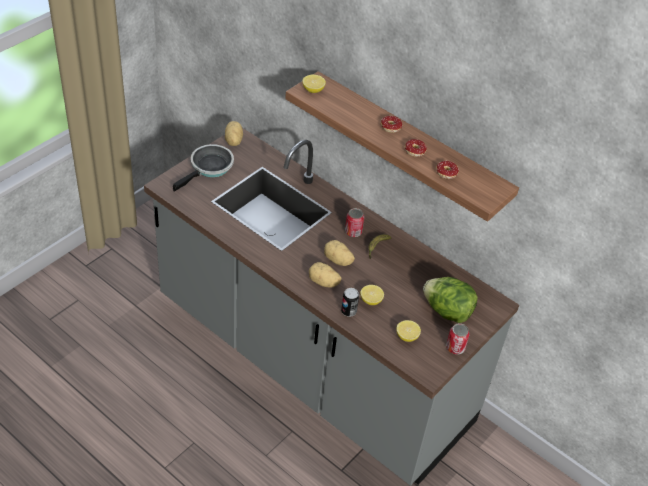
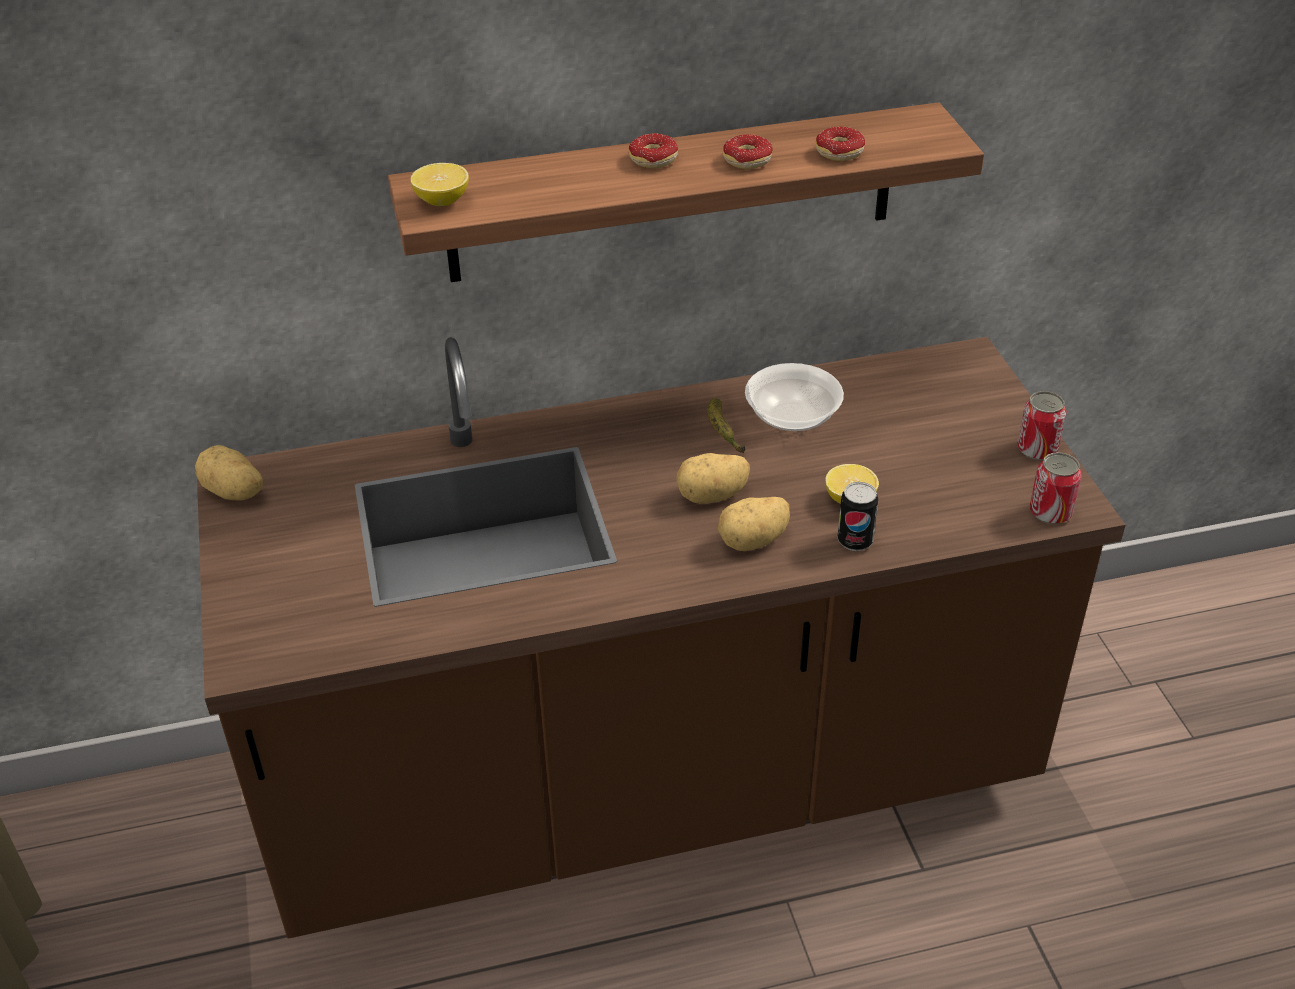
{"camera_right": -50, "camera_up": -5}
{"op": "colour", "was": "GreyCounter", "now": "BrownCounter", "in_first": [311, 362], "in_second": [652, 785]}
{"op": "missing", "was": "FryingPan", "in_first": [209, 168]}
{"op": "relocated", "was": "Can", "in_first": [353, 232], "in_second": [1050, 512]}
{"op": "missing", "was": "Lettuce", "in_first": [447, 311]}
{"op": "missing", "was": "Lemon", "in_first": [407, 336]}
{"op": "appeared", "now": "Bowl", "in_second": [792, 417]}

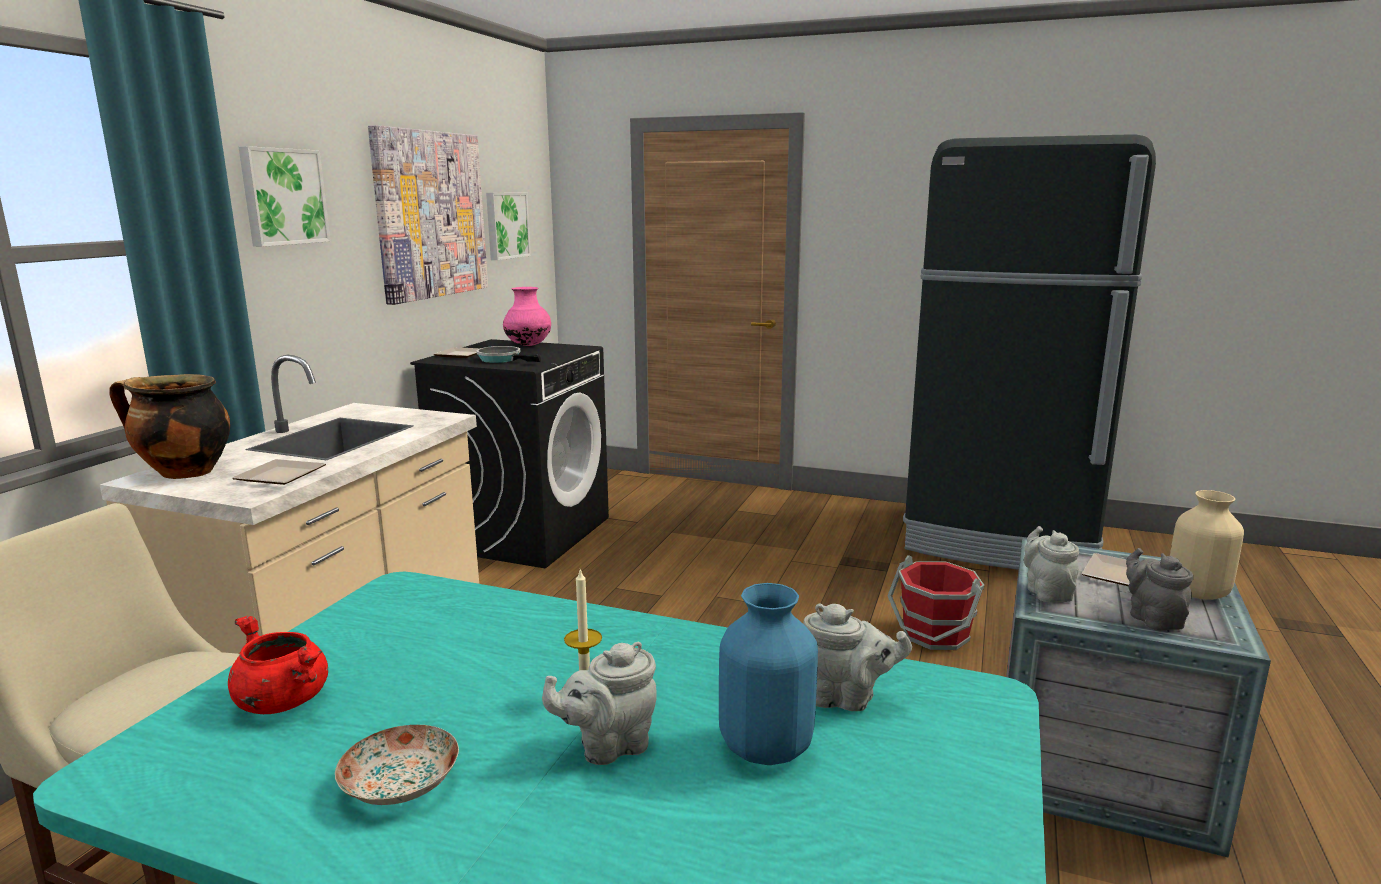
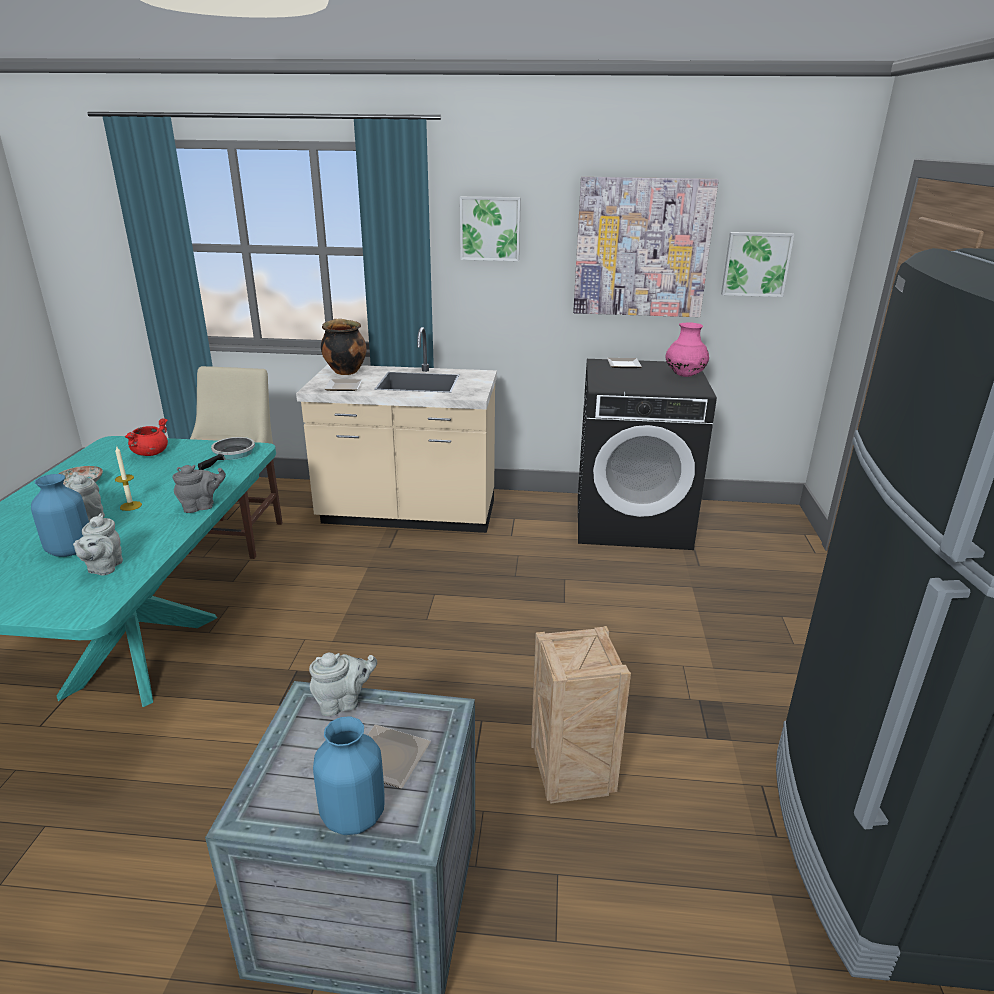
{"camera_right": 75, "camera_up": 10}
{"op": "relocated", "was": "FryingPan", "in_first": [502, 359], "in_second": [232, 455]}
{"op": "colour", "was": "BeigeVase", "now": "BlueVase", "in_first": [1196, 592], "in_second": [354, 815]}
{"op": "relocated", "was": "GreyTeapot", "in_first": [1152, 618], "in_second": [201, 506]}
{"op": "exchanged", "was": "RedBucket", "now": "Crate", "in_first": [935, 635], "in_second": [573, 777]}

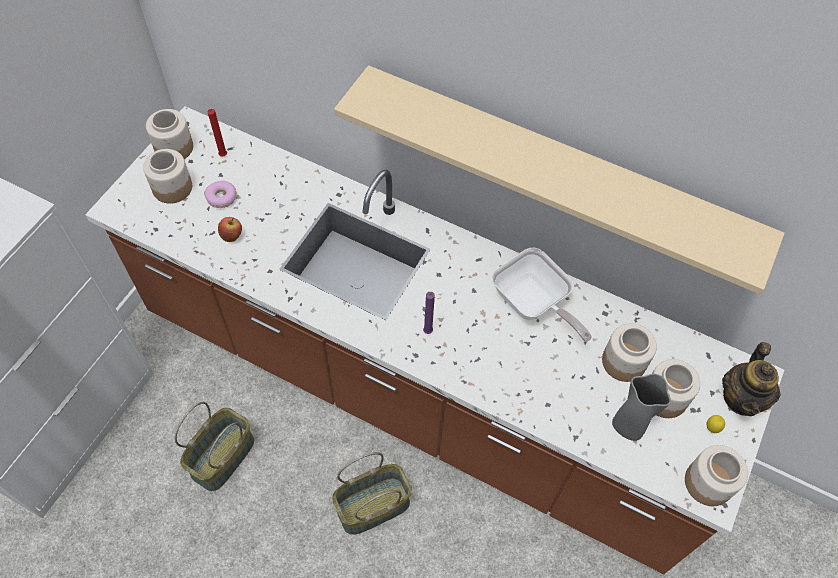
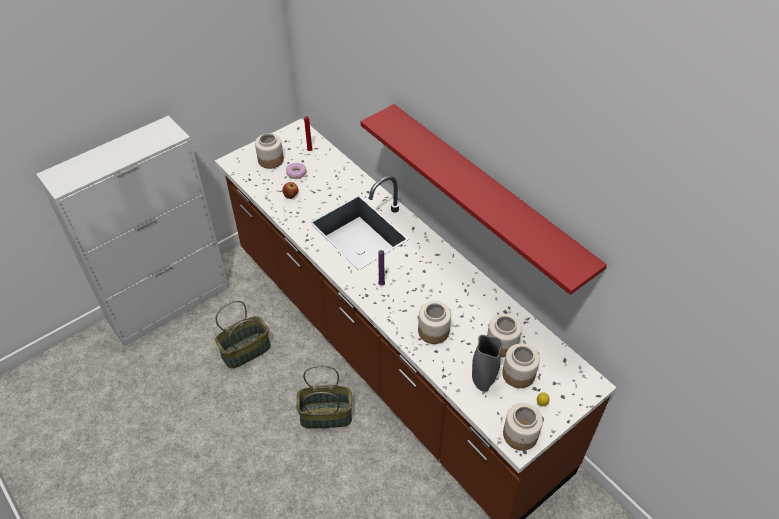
{"camera_right": 25, "camera_up": -10}
{"op": "colour", "was": "BeigeShelf", "now": "RedShelf", "in_first": [557, 168], "in_second": [487, 194]}
{"op": "relocated", "was": "Jar", "in_first": [174, 147], "in_second": [434, 331]}
{"op": "missing", "was": "FryingPan", "in_first": [533, 305]}
{"op": "missing", "was": "Teapot", "in_first": [741, 398]}

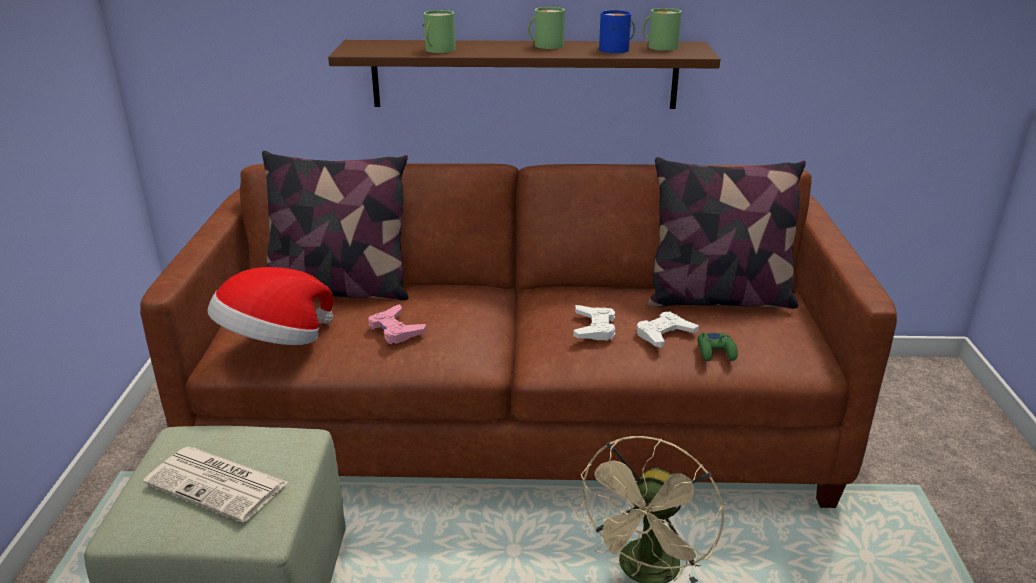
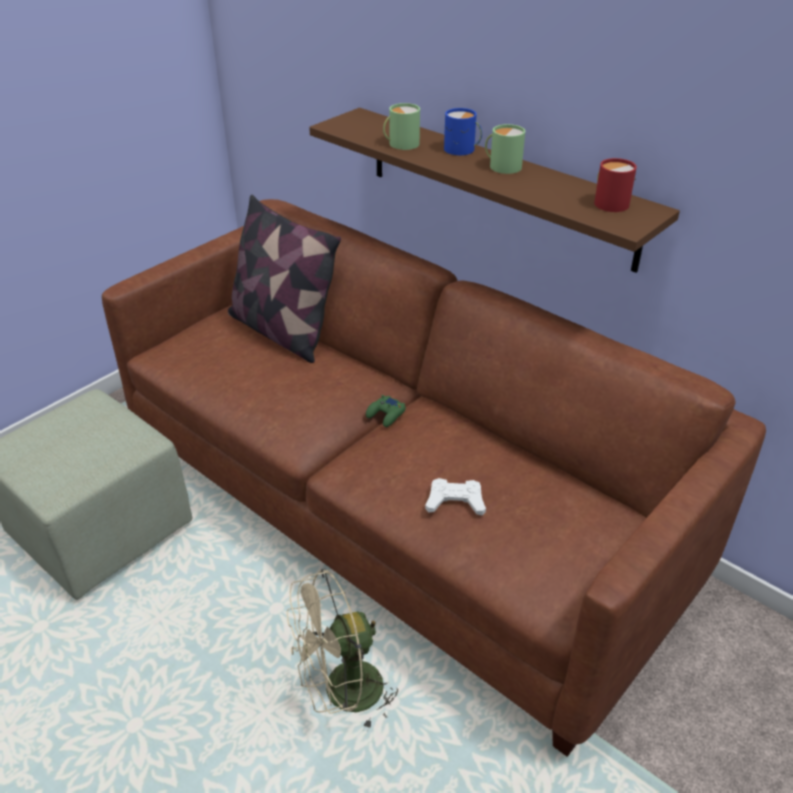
{"camera_right": 40, "camera_up": 10}
{"op": "colour", "was": "GreenMug", "now": "RedMug", "in_first": [659, 46], "in_second": [609, 202]}
{"op": "relocated", "was": "BlueMug", "in_first": [617, 49], "in_second": [462, 150]}
{"op": "missing", "was": "Pillow", "in_first": [718, 298]}
{"op": "missing", "was": "Hat", "in_first": [274, 342]}
{"op": "missing", "was": "PinkGameController", "in_first": [395, 330]}
{"op": "missing", "was": "WhiteGameController", "in_first": [594, 328]}
{"op": "relocated", "was": "GreenGameController", "in_first": [716, 351], "in_second": [386, 415]}
{"op": "missing", "was": "Newspaper", "in_first": [219, 483]}

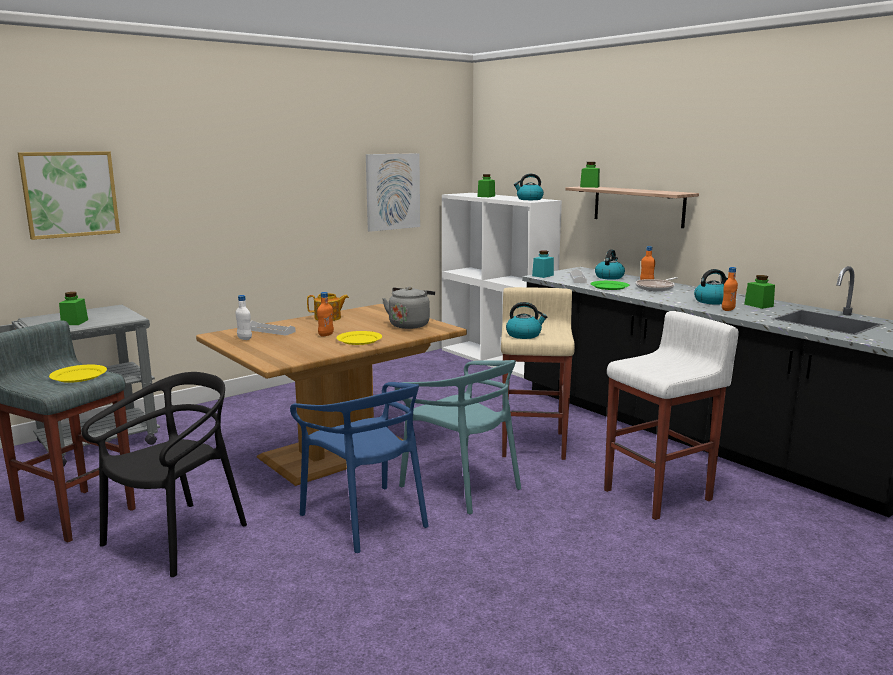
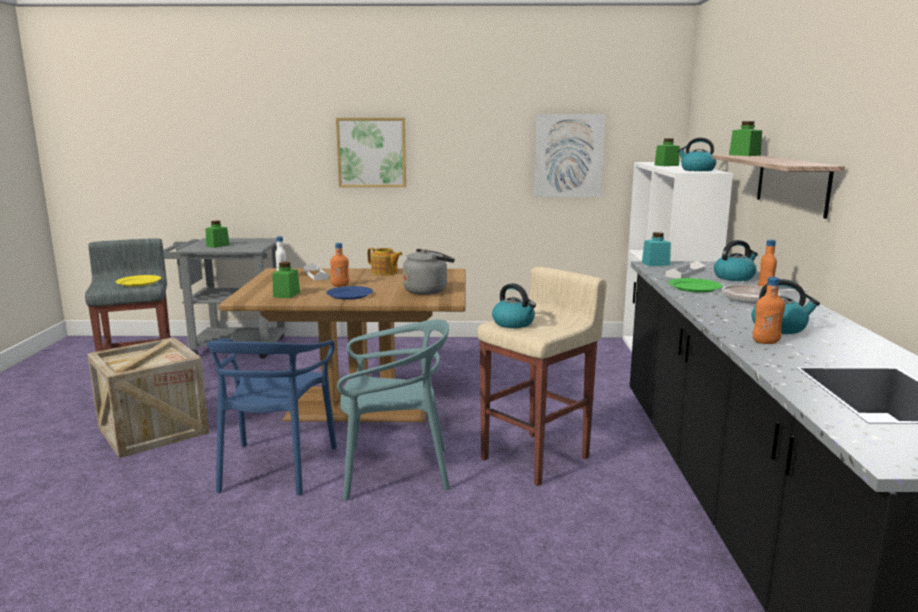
{"camera_right": 40, "camera_up": 0}
{"op": "relocated", "was": "Picture", "in_first": [70, 194], "in_second": [371, 152]}
{"op": "relocated", "was": "GreenJar", "in_first": [758, 305], "in_second": [286, 294]}
{"op": "missing", "was": "WhiteStool", "in_first": [659, 495]}
{"op": "colour", "was": "YellowPlate", "now": "BluePlate", "in_first": [359, 340], "in_second": [349, 294]}
{"op": "spun", "was": "TurquoiseChair", "in_first": [461, 485], "in_second": [395, 471], "clockwise": -90}
{"op": "exchanged", "was": "BlackChair", "now": "Crate", "in_first": [177, 538], "in_second": [153, 430]}

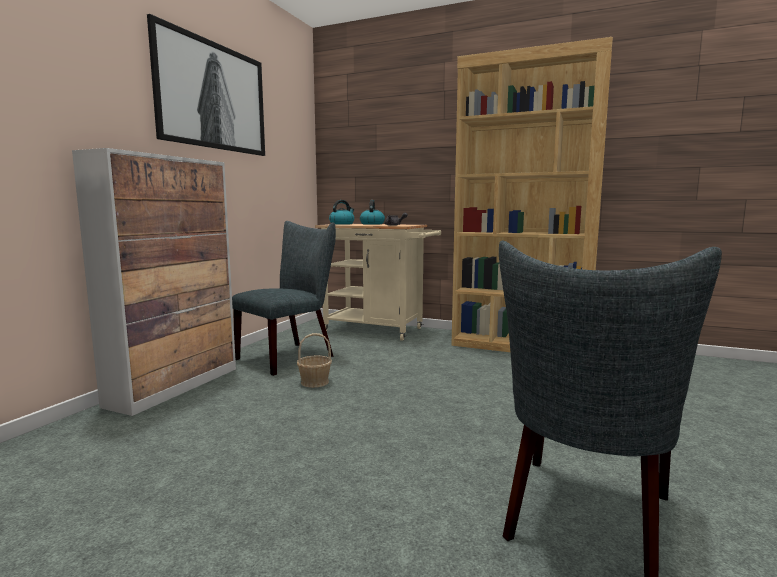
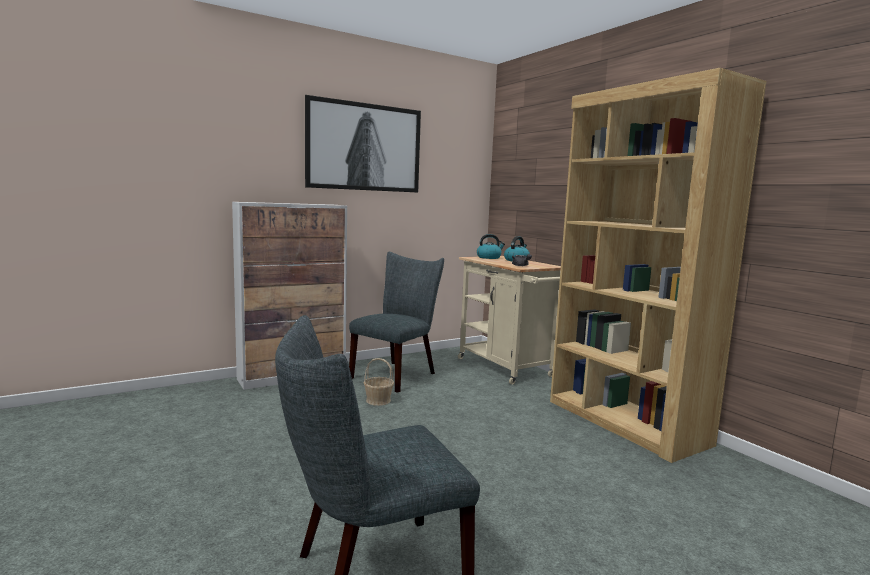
{"camera_right": 35, "camera_up": 0}
{"op": "spun", "was": "GreyChair", "in_first": [290, 356], "in_second": [397, 374], "clockwise": -45}

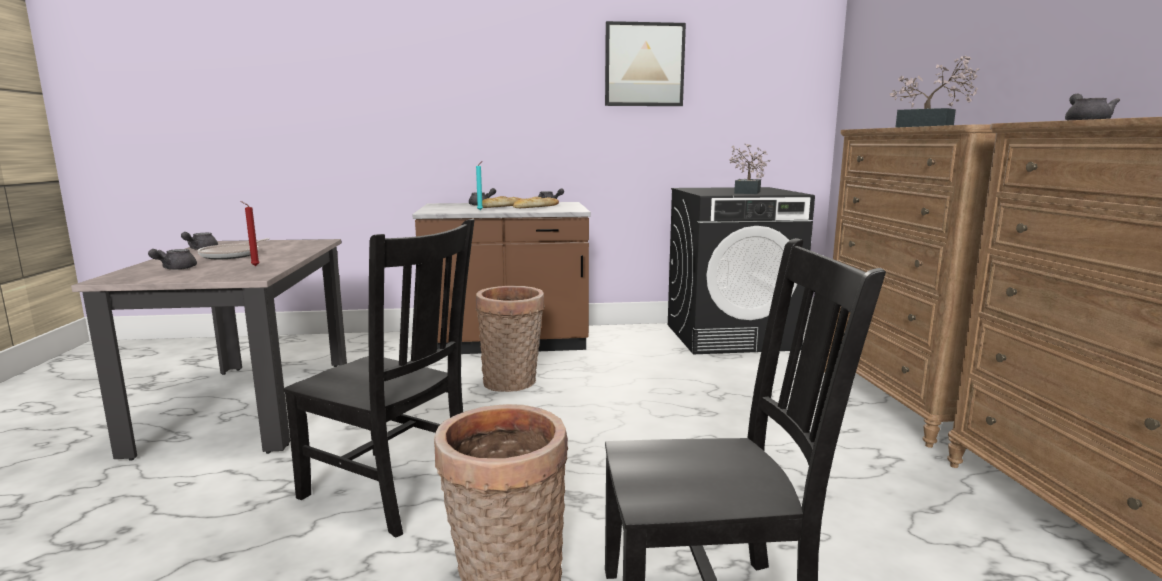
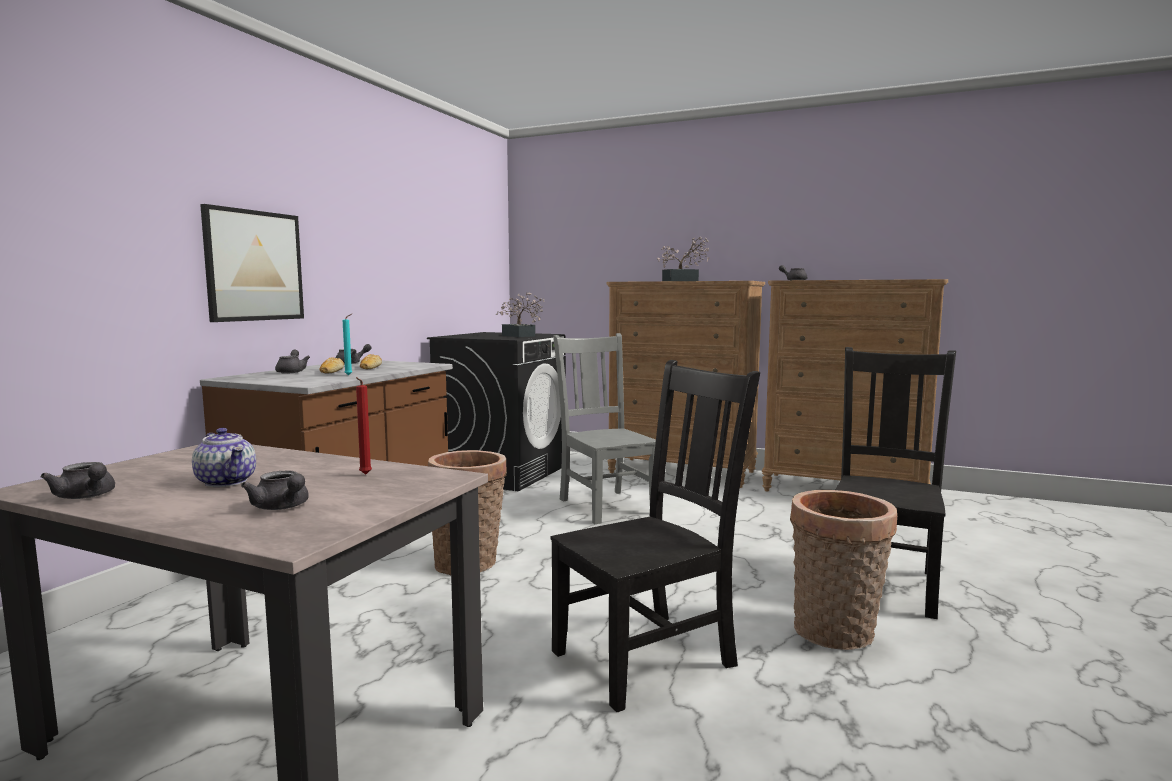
{"camera_right": -60, "camera_up": -5}
{"op": "relocated", "was": "Picture", "in_first": [644, 65], "in_second": [254, 266]}
{"op": "exchanged", "was": "FryingPan", "now": "Teapot", "in_first": [232, 255], "in_second": [227, 482]}
{"op": "appeared", "now": "GreyChair", "in_second": [606, 505]}

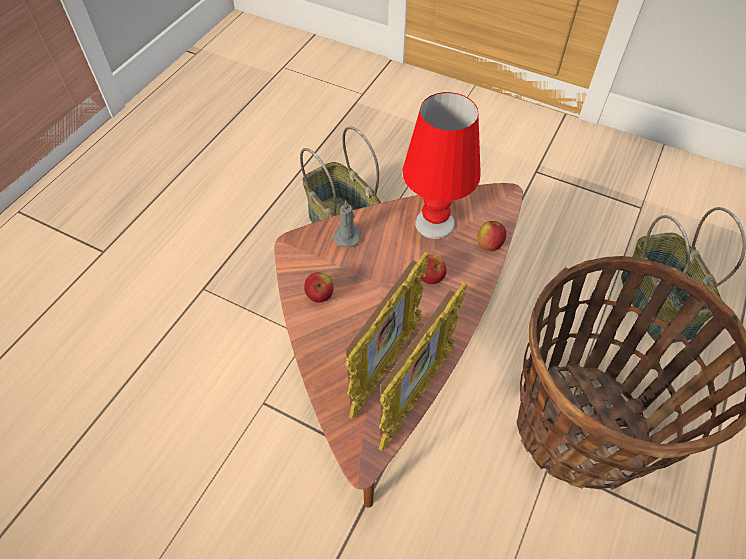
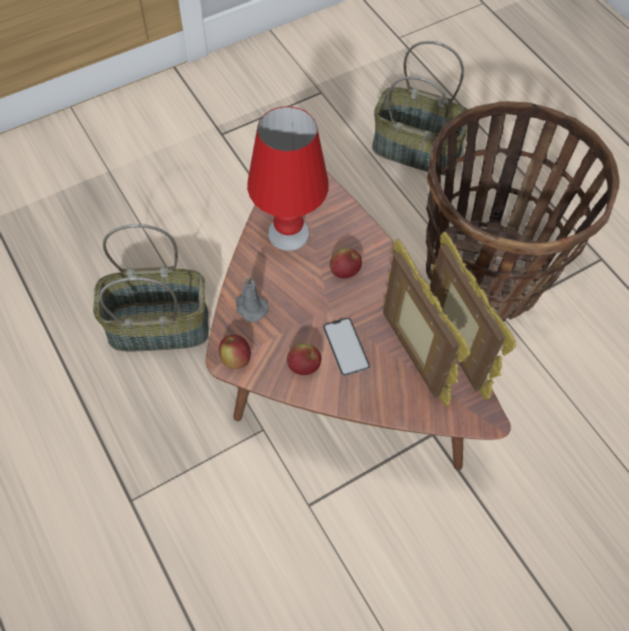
{"camera_right": -60, "camera_up": 5}
{"op": "relocated", "was": "Apple", "in_first": [489, 244], "in_second": [235, 359]}
{"op": "appeared", "now": "Phone", "in_second": [346, 346]}

